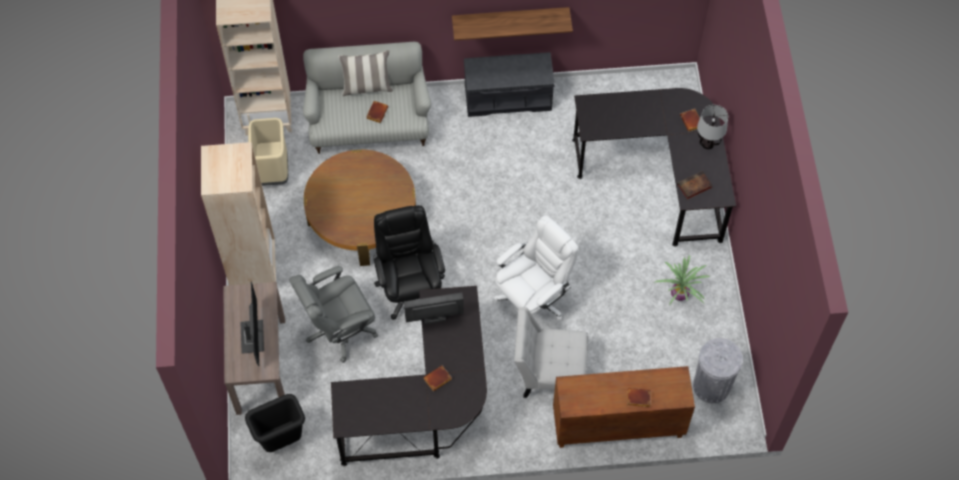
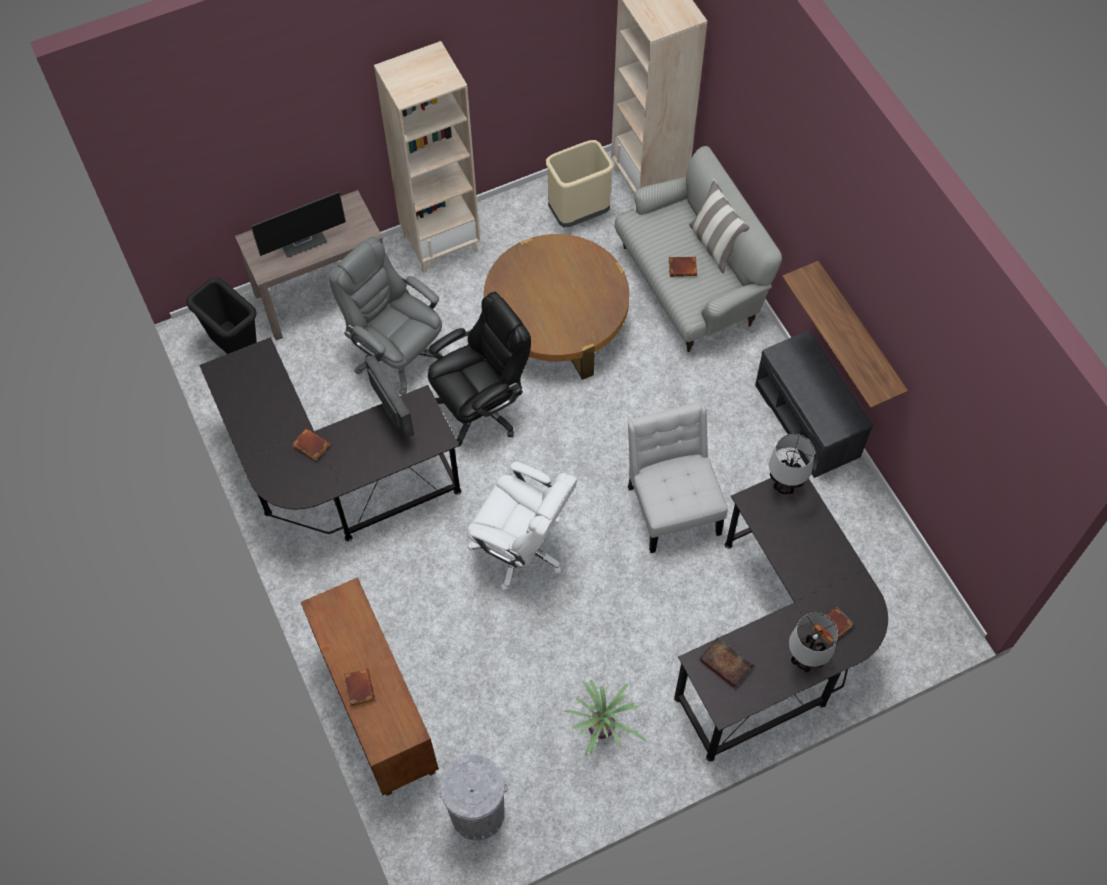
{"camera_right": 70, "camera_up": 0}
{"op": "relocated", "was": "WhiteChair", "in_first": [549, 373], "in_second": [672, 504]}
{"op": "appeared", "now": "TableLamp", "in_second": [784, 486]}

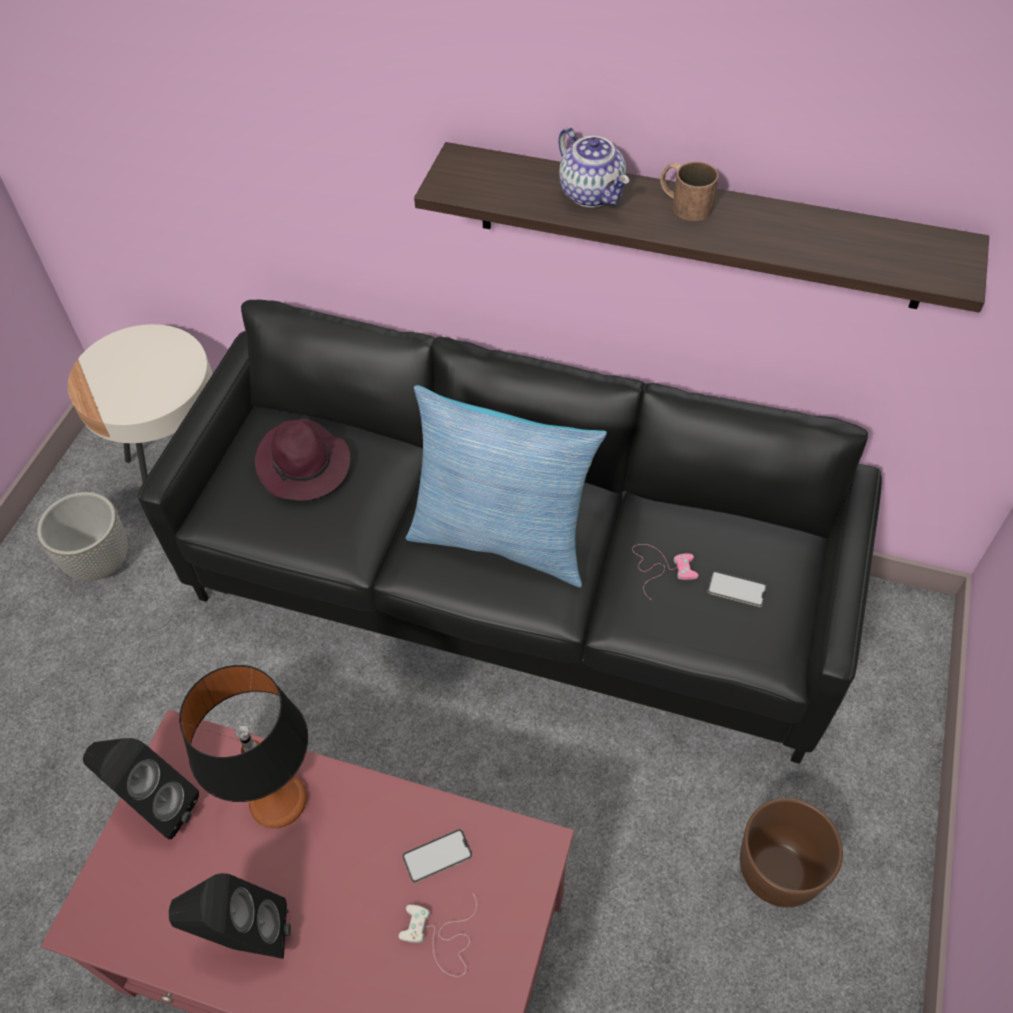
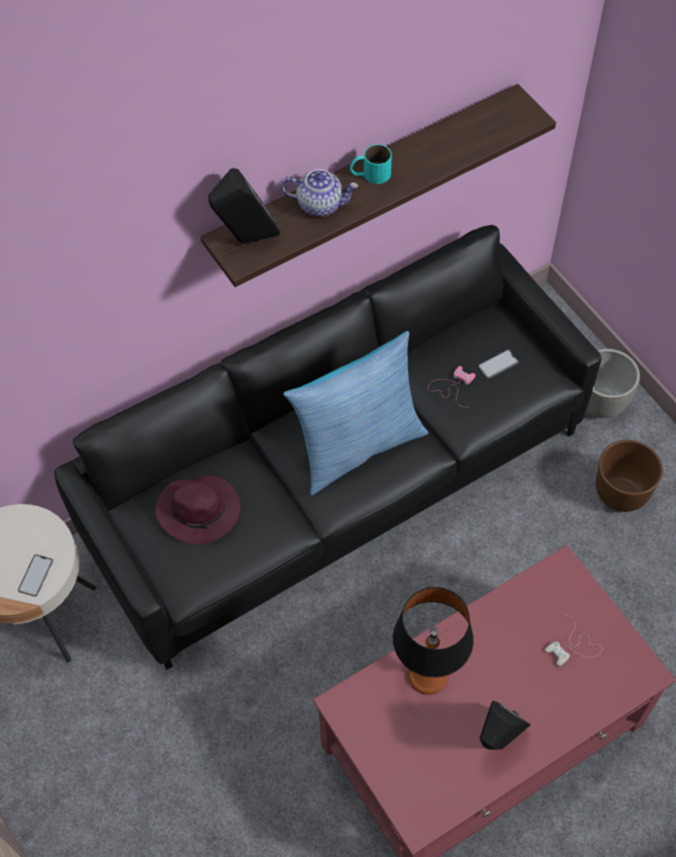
{"camera_right": -50, "camera_up": 5}
{"op": "colour", "was": "BrownMug", "now": "TurquoiseMug", "in_first": [684, 203], "in_second": [370, 174]}
{"op": "relocated", "was": "Planter", "in_first": [100, 561], "in_second": [599, 403]}
{"op": "relocated", "was": "BlackSpeaker", "in_first": [156, 807], "in_second": [246, 240]}
{"op": "relocated", "was": "Phone", "in_first": [437, 856], "in_second": [35, 575]}

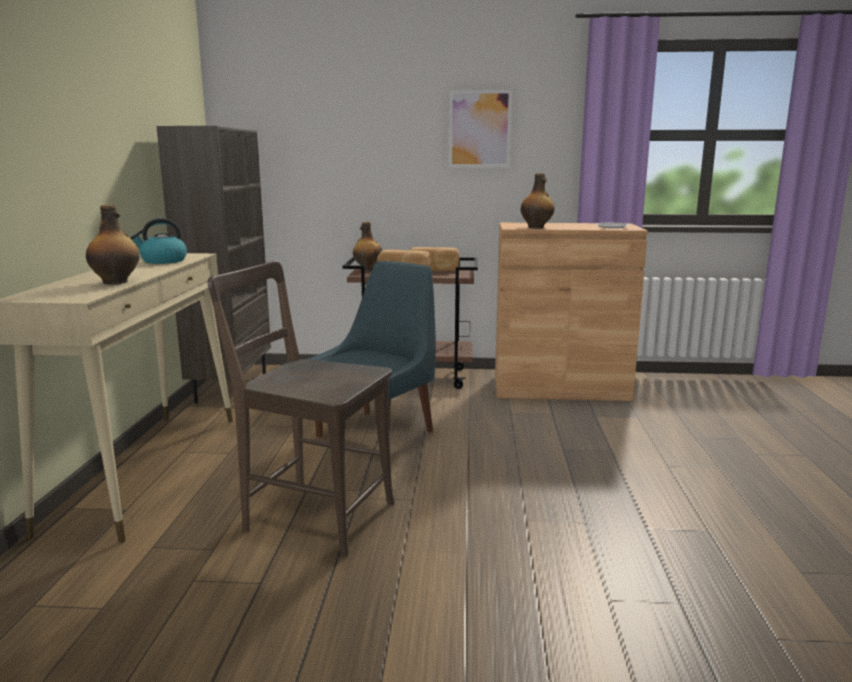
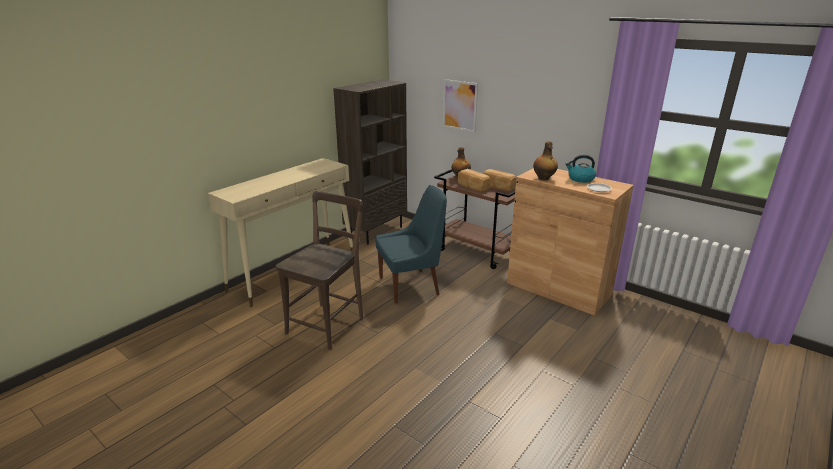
{"camera_right": 35, "camera_up": 10}
{"op": "relocated", "was": "Picture", "in_first": [479, 129], "in_second": [460, 105]}
{"op": "missing", "was": "Bottle", "in_first": [116, 282]}
{"op": "relocated", "was": "Kettle", "in_first": [163, 261], "in_second": [580, 179]}
{"op": "spun", "was": "BrownChair", "in_first": [313, 515], "in_second": [328, 323], "clockwise": 60}

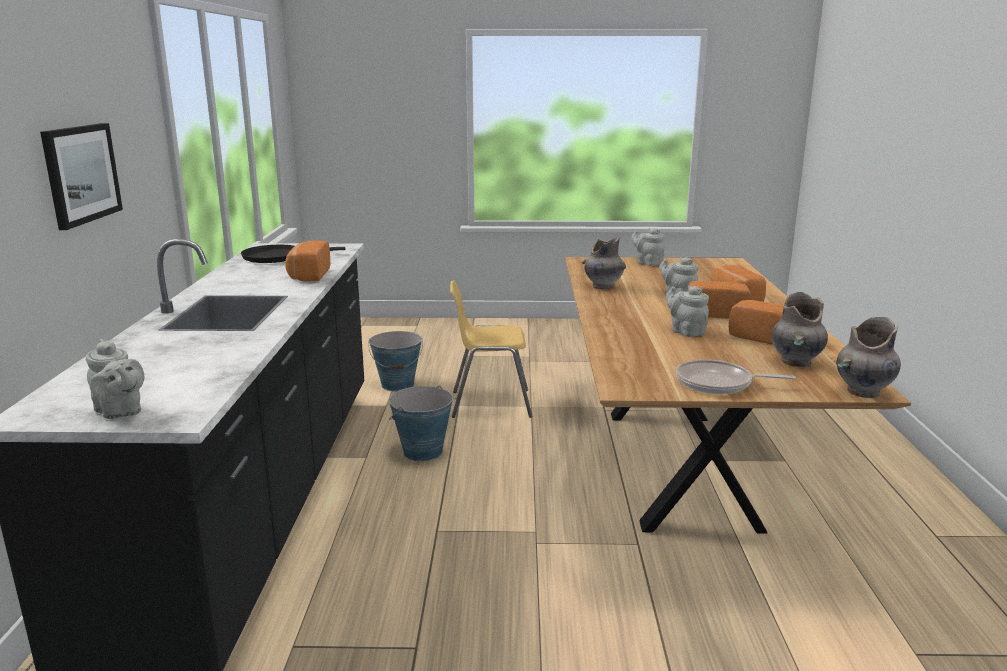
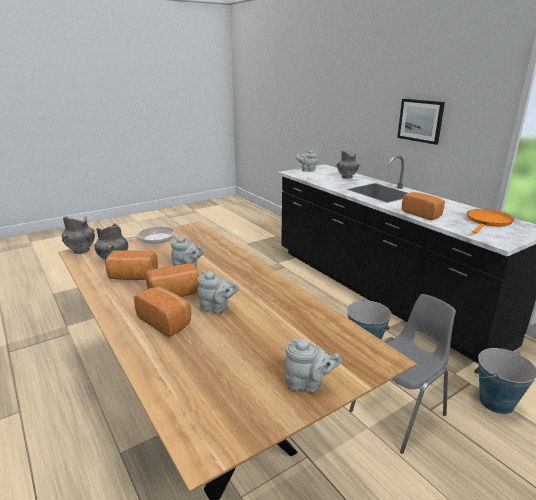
{"camera_right": 145, "camera_up": 5}
{"op": "relocated", "was": "GreyVase", "in_first": [602, 286], "in_second": [347, 177]}
{"op": "colour", "was": "BlackFryingPan", "now": "OrangeFryingPan", "in_first": [277, 257], "in_second": [488, 221]}
{"op": "colour", "was": "YellowChair", "now": "GreyChair", "in_first": [490, 404], "in_second": [399, 413]}

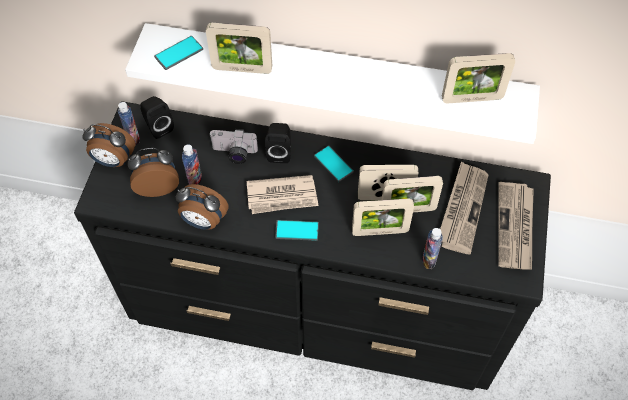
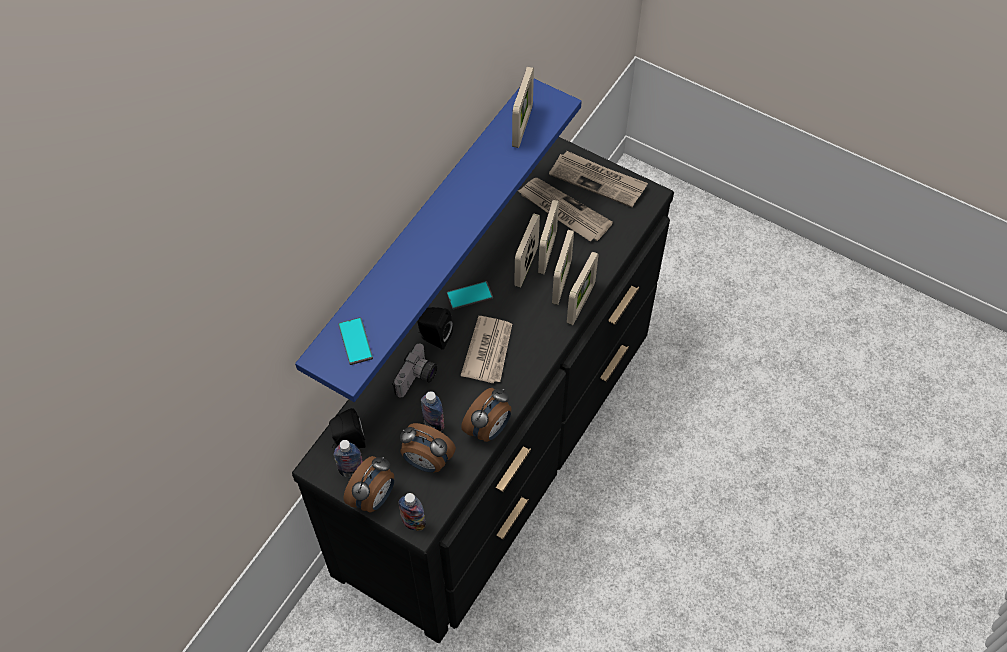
{"camera_right": -70, "camera_up": 0}
{"op": "colour", "was": "WhiteShelf", "now": "BlueShelf", "in_first": [336, 76], "in_second": [422, 230]}
{"op": "relocated", "was": "PictureFrame", "in_first": [242, 69], "in_second": [580, 304]}
{"op": "spun", "was": "AlarmClock", "in_first": [157, 186], "in_second": [427, 461], "clockwise": -75}
{"op": "missing", "was": "Phone", "in_first": [297, 231]}
{"op": "relocated", "was": "Bottle", "in_first": [429, 259], "in_second": [413, 523]}

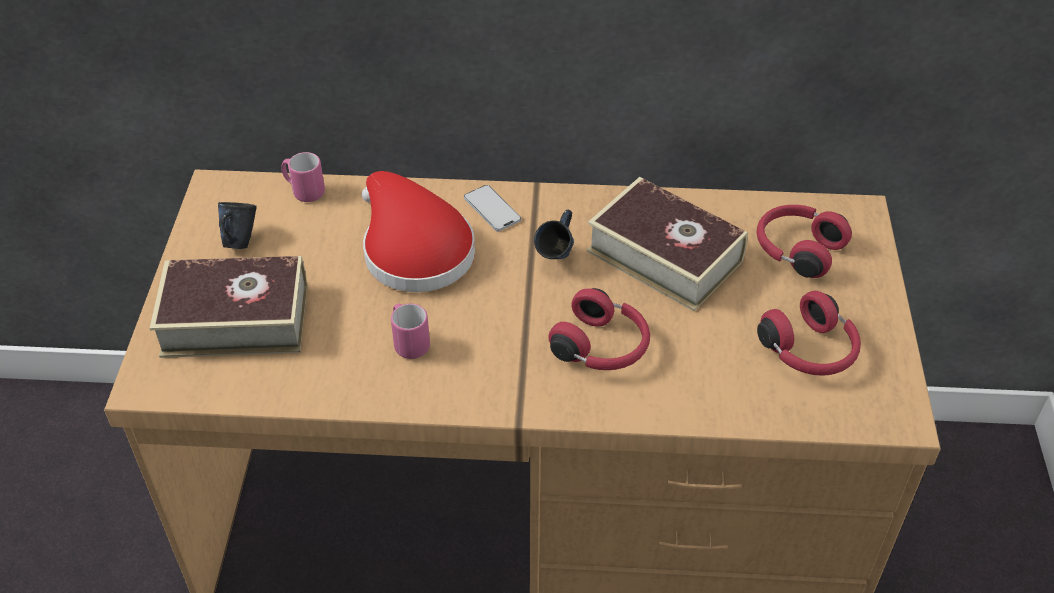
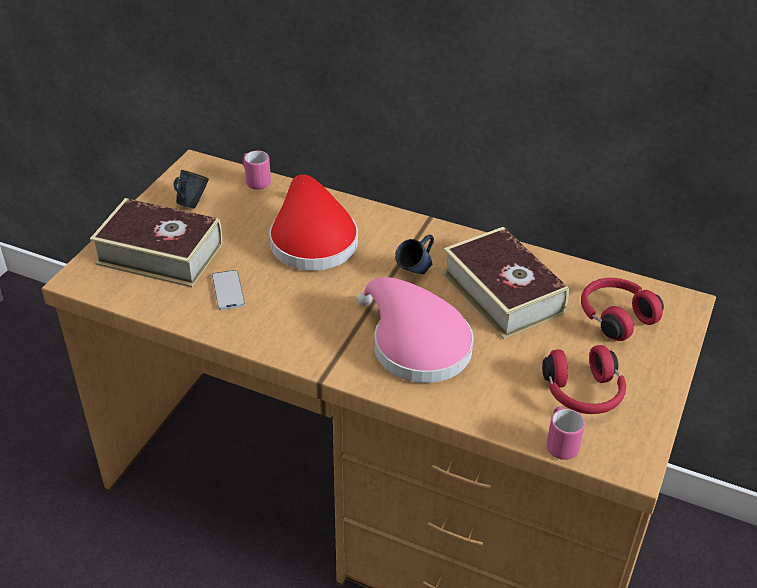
{"camera_right": 20, "camera_up": -5}
{"op": "relocated", "was": "Phone", "in_first": [492, 209], "in_second": [228, 291]}
{"op": "exchanged", "was": "RedHeadphones", "now": "PinkHat", "in_first": [602, 347], "in_second": [415, 345]}
{"op": "relocated", "was": "PinkMug", "in_first": [409, 342], "in_second": [560, 443]}

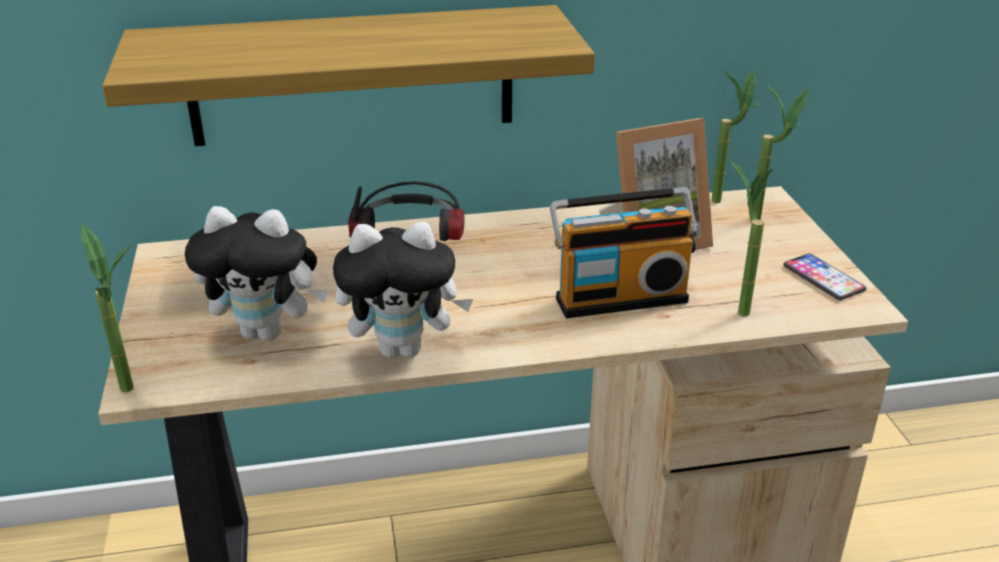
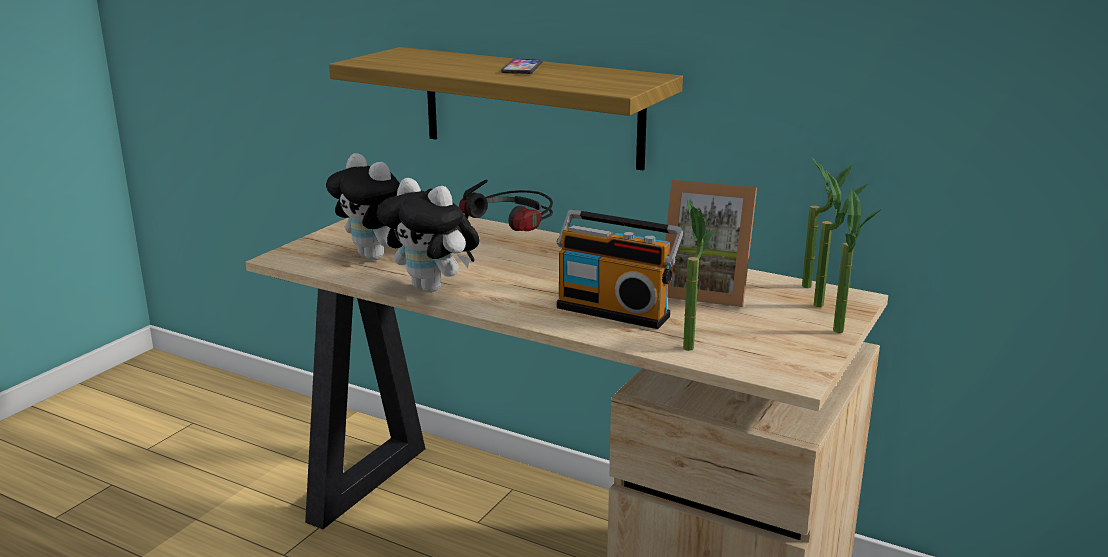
{"camera_right": 40, "camera_up": -10}
{"op": "relocated", "was": "PottedPlant", "in_first": [136, 393], "in_second": [844, 335]}
{"op": "relocated", "was": "Phone", "in_first": [823, 278], "in_second": [522, 68]}

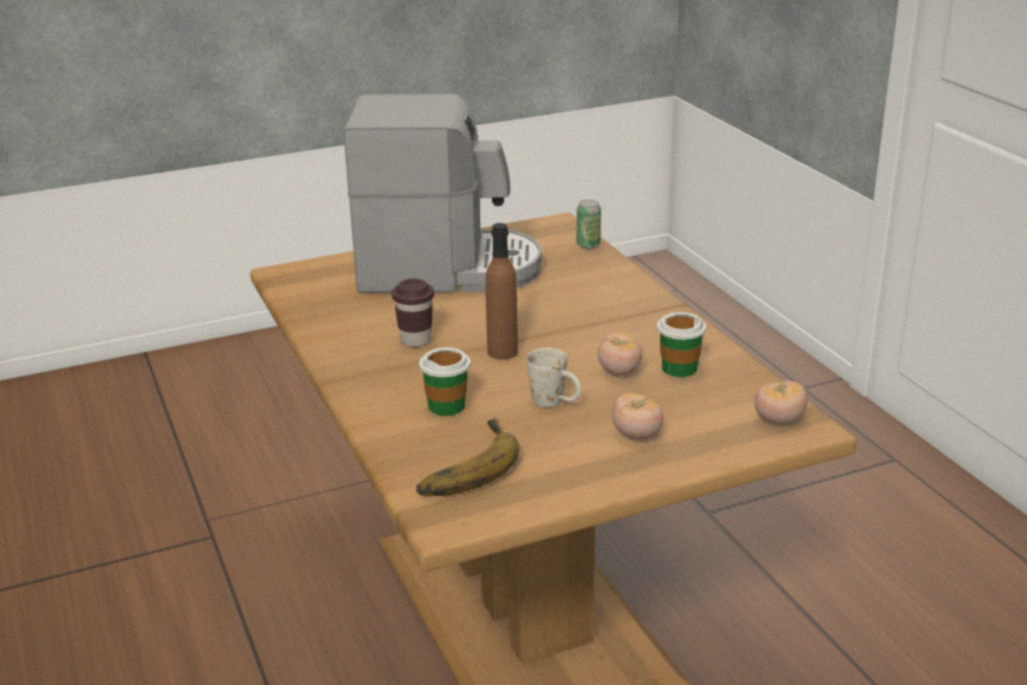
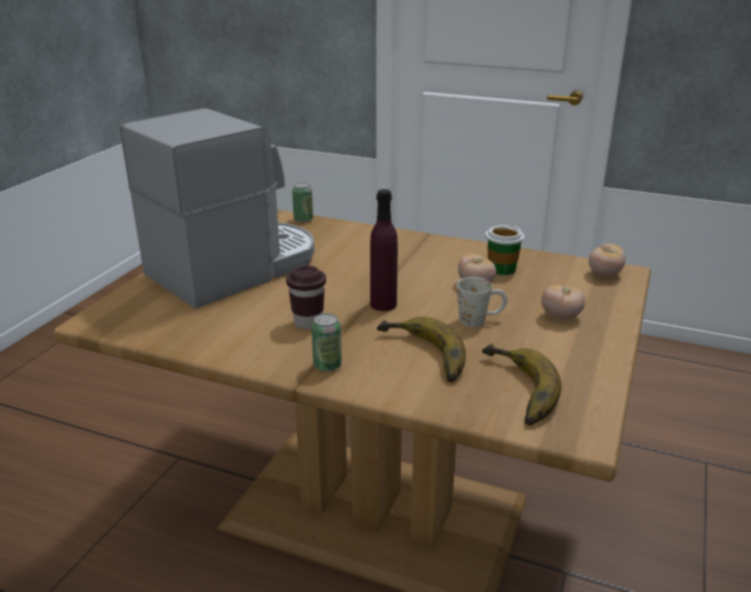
{"camera_right": -45, "camera_up": 0}
{"op": "colour", "was": "BrownBottle", "now": "PurpleBottle", "in_first": [502, 352], "in_second": [383, 304]}
{"op": "exchanged", "was": "Cup", "now": "Banana", "in_first": [446, 406], "in_second": [420, 356]}
{"op": "appeared", "now": "Can", "in_second": [327, 365]}

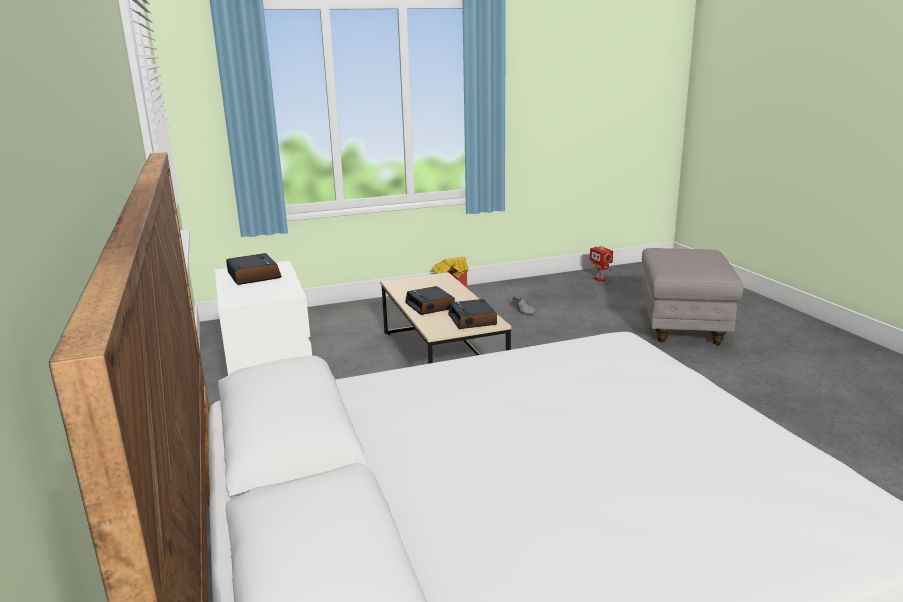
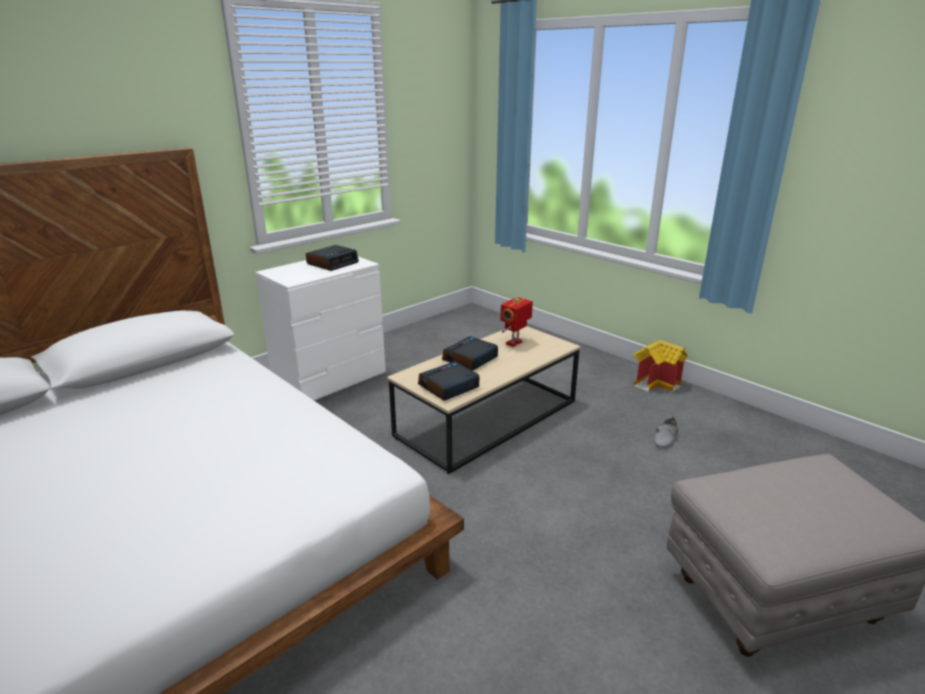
{"camera_right": 65, "camera_up": 5}
{"op": "relocated", "was": "ToyRobot", "in_first": [599, 279], "in_second": [515, 343]}

